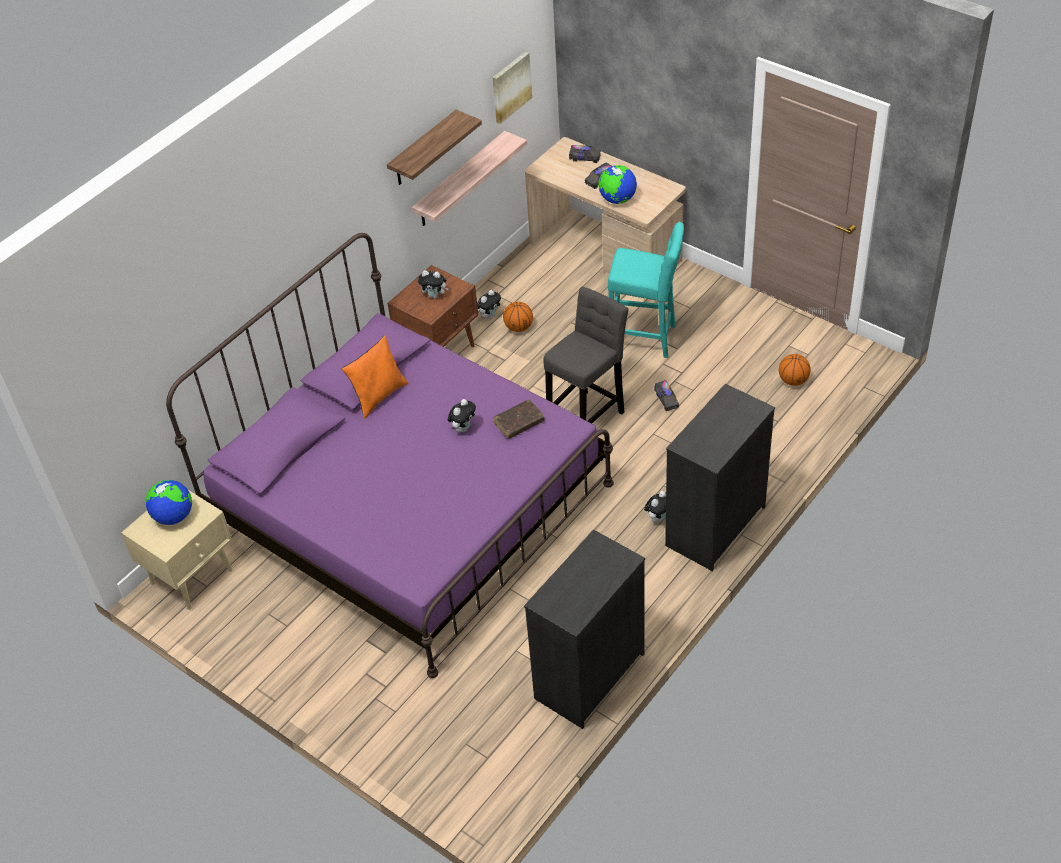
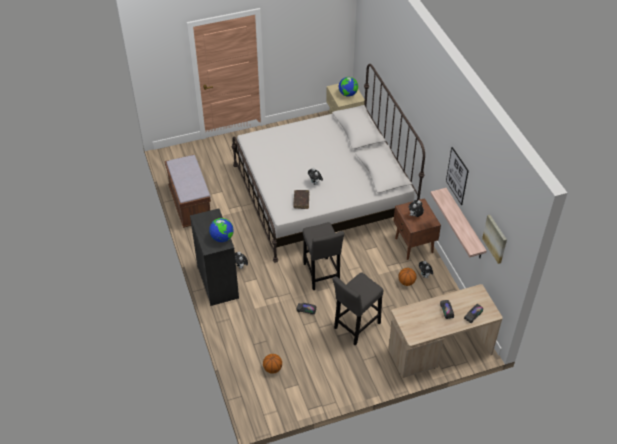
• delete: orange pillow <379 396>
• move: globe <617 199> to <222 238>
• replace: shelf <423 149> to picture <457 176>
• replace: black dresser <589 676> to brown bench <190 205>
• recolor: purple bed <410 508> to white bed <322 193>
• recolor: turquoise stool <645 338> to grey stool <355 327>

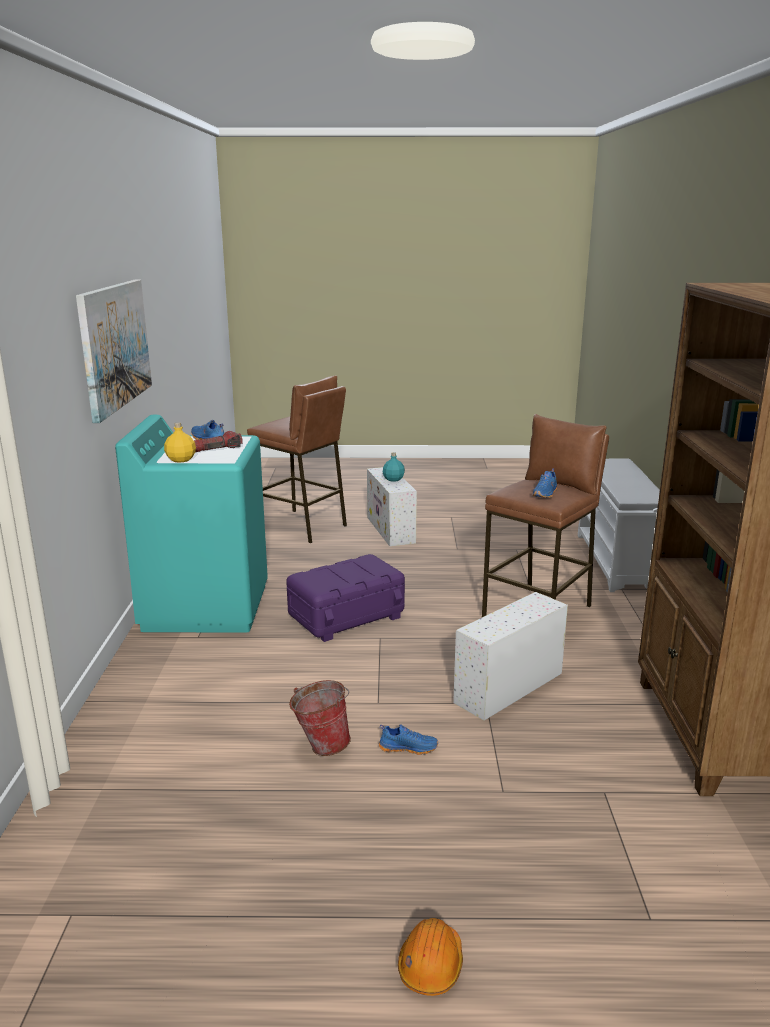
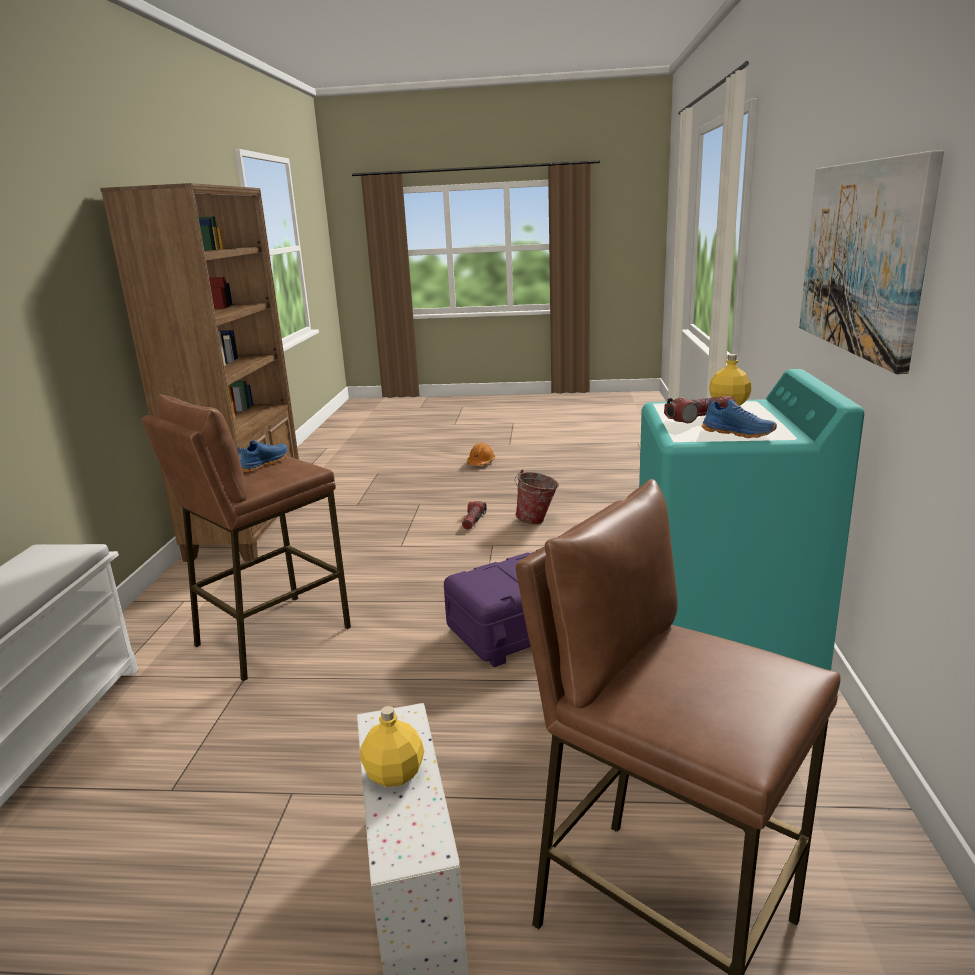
• delete: white storage box <507 688>
• replace: blue shoe <408 747> to flashlight <473 521>
• recolor: turquoise bottle <393 479> to yellow bottle <395 774>

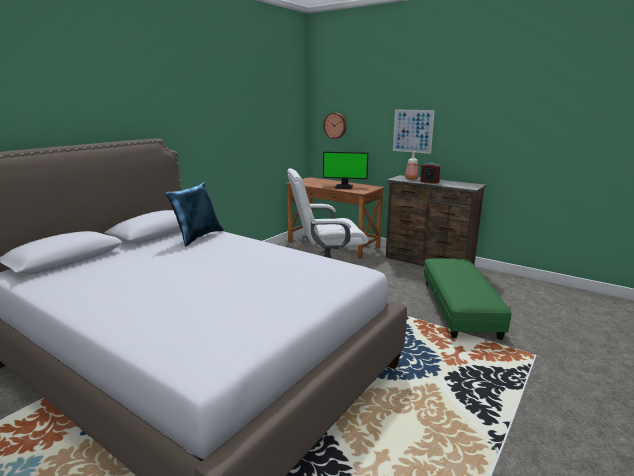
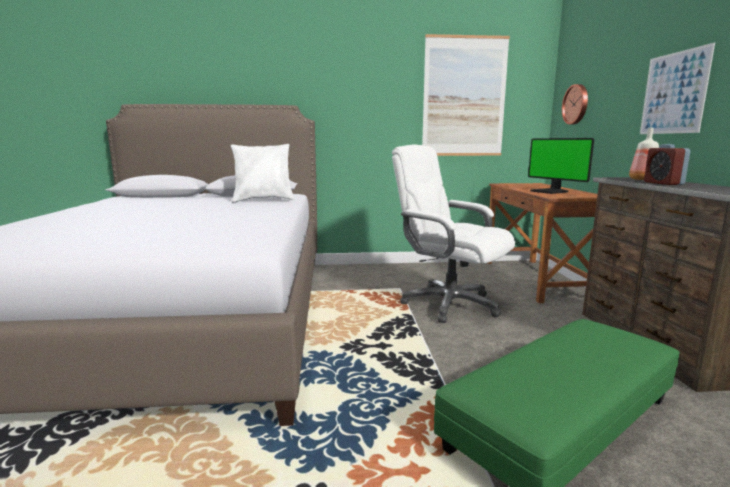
• insert: picture <464 97>
• recolor: blue pillow <198 237> to white pillow <264 200>

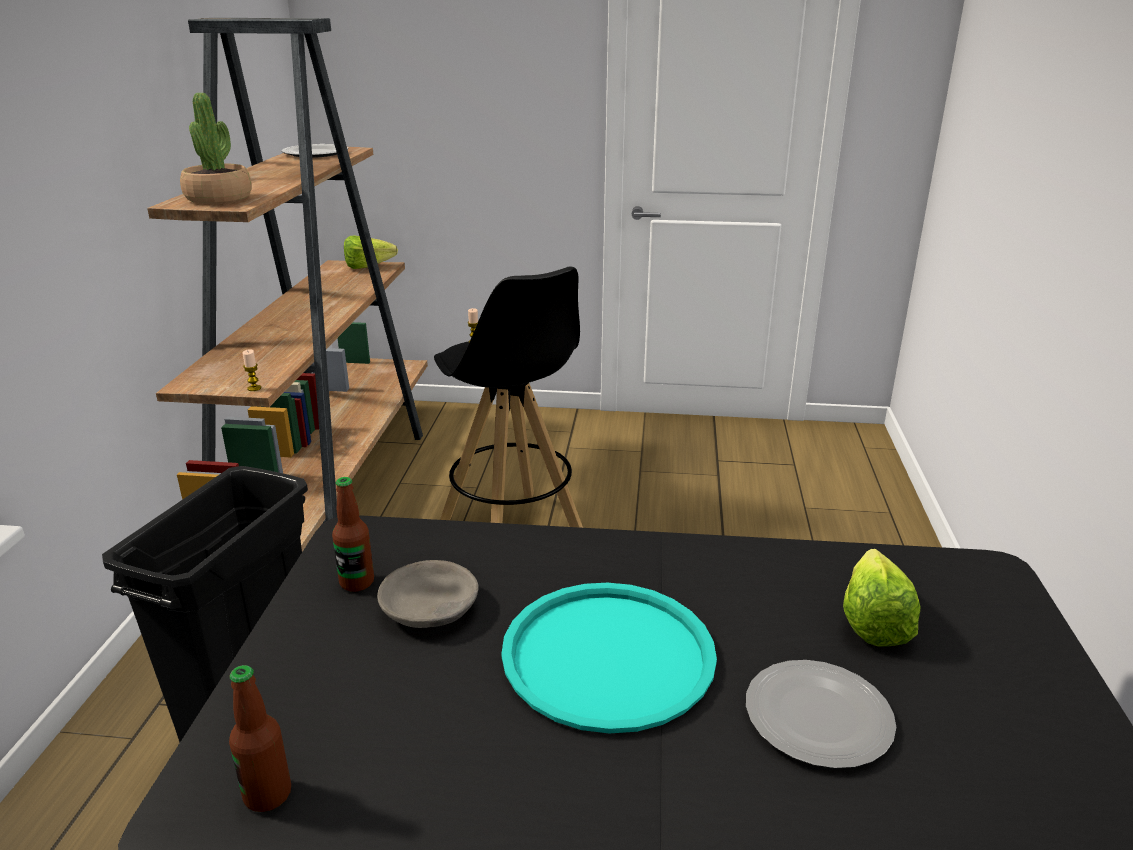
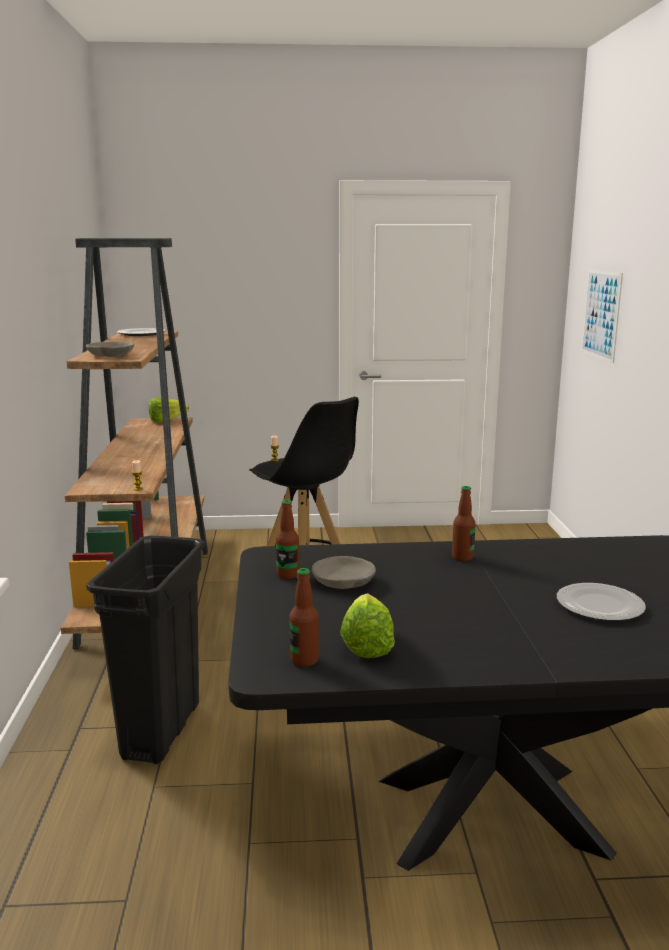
• delete: turquoise tray <607 656>
• insert: bottle <462 557>
• insert: picture <601 314>
• move: lettuce <874 616> to <368 642>
• replace: potted plant <219 198> to grey bowl <110 355>

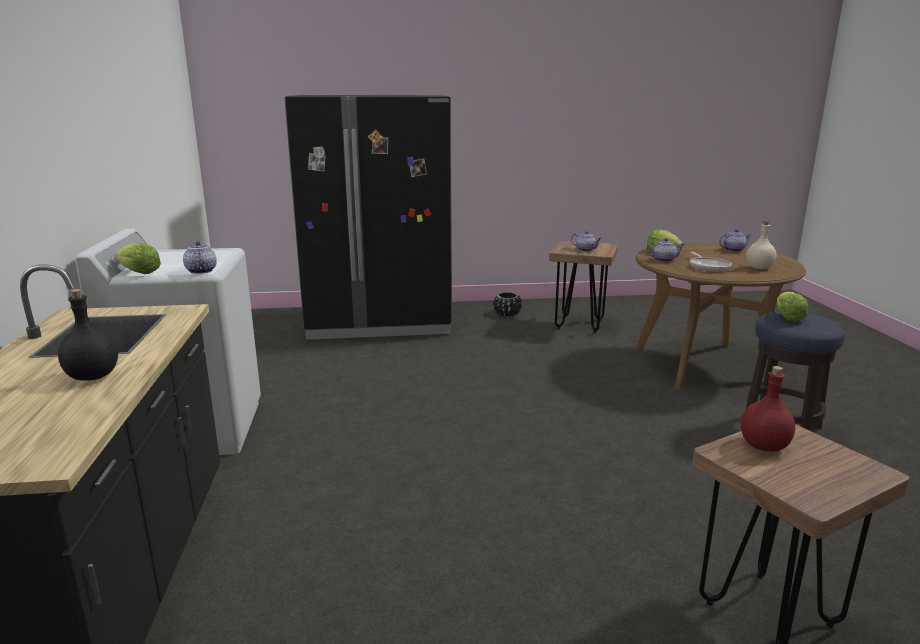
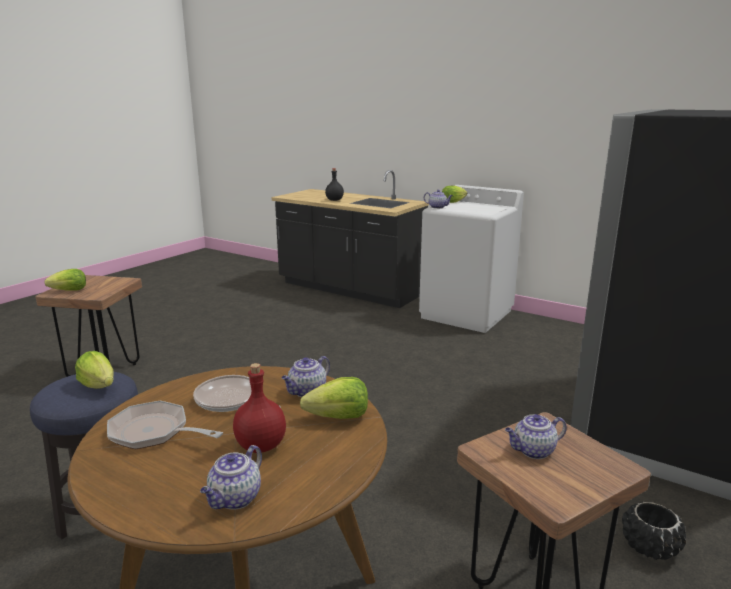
• insert: lettuce <70 291>
• move: red bottle <763 446> to <261 445>
• replace: beige bottle <758 268> to frying pan <154 432>

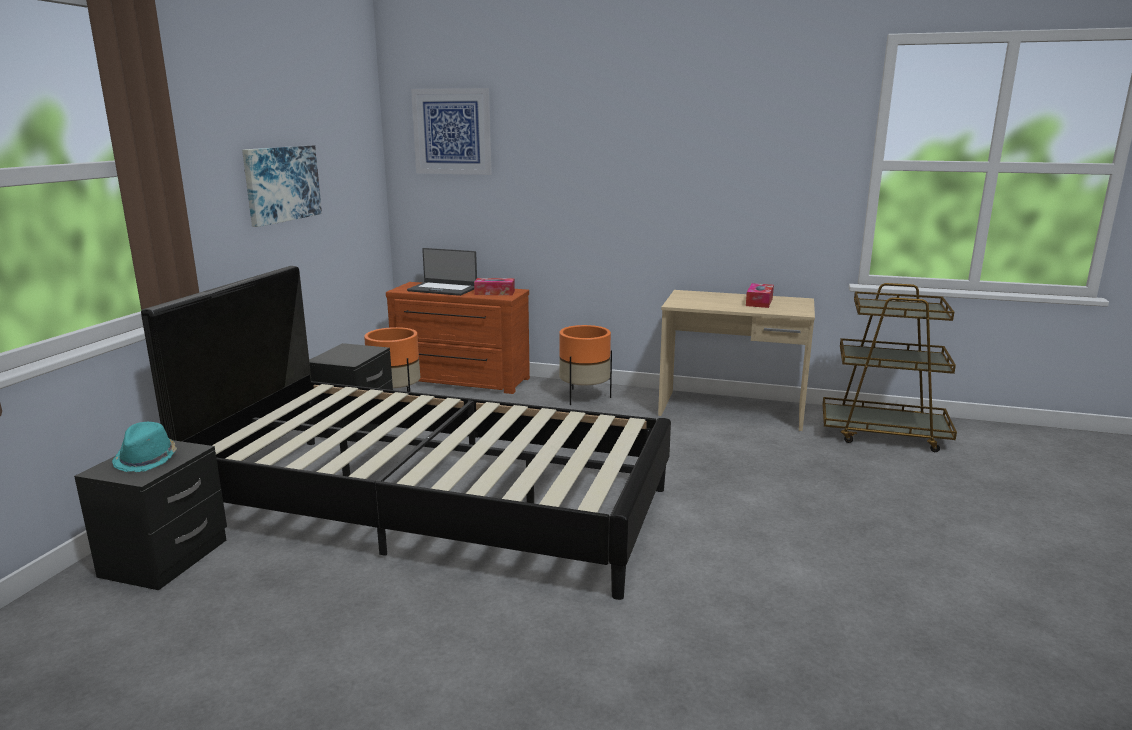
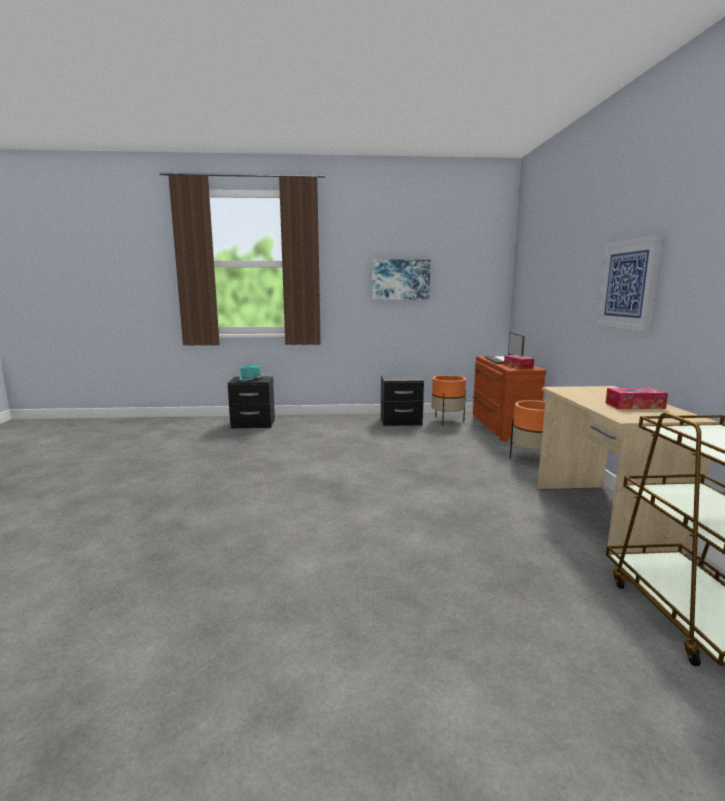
• delete: black bed <433 505>
• move: picture <452 131> to <628 284>

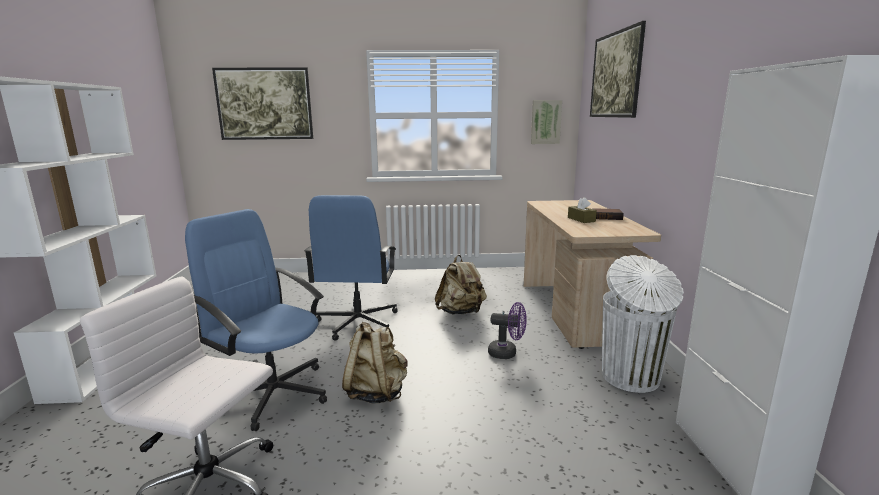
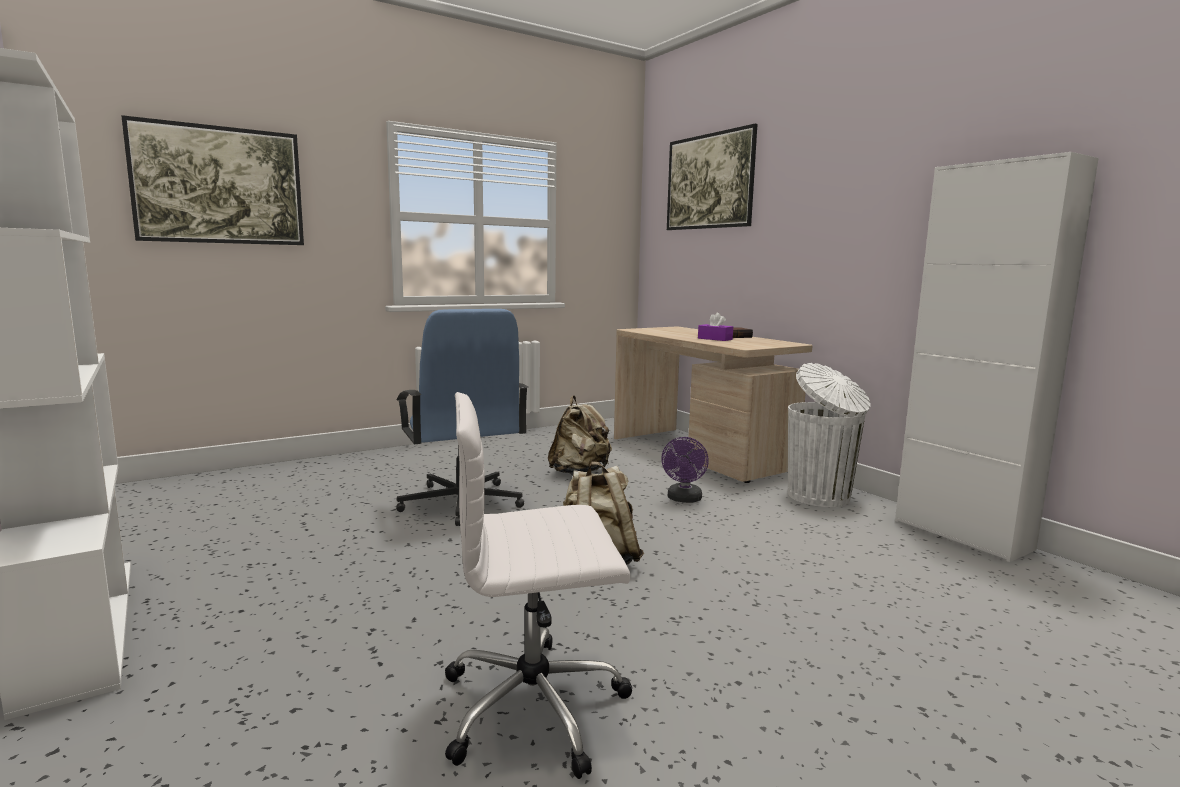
• delete: blue office chair <273 393>
• delete: picture <545 122>
• recolor: brown tissue box <581 219> to purple tissue box <715 339>
• rotate: purple fan <507 353> = <684 499> 120 degrees clockwise

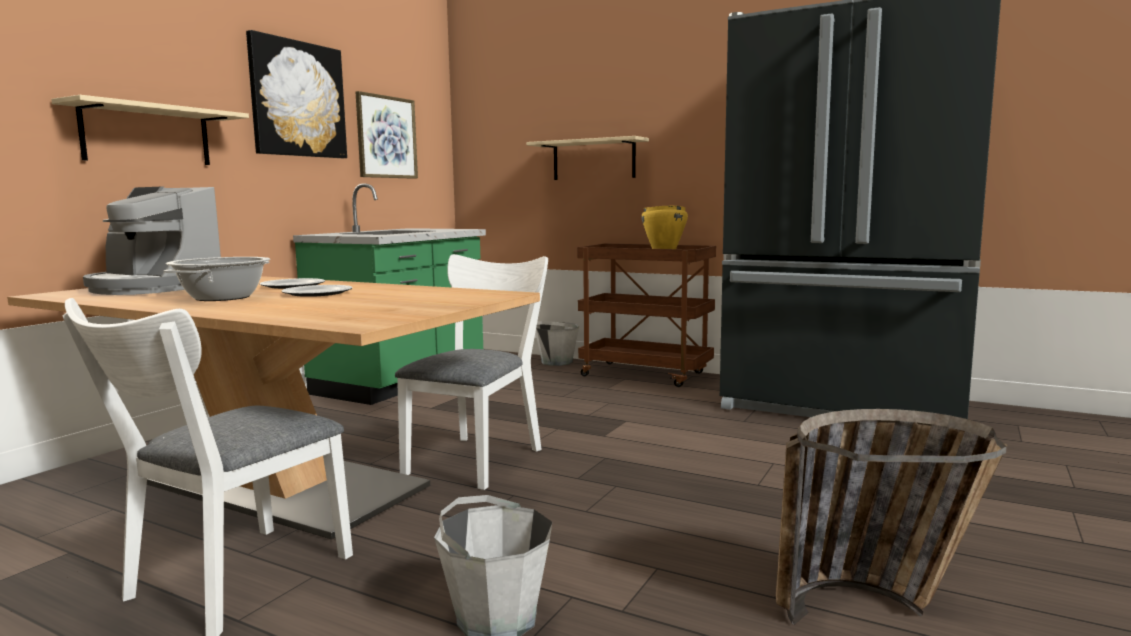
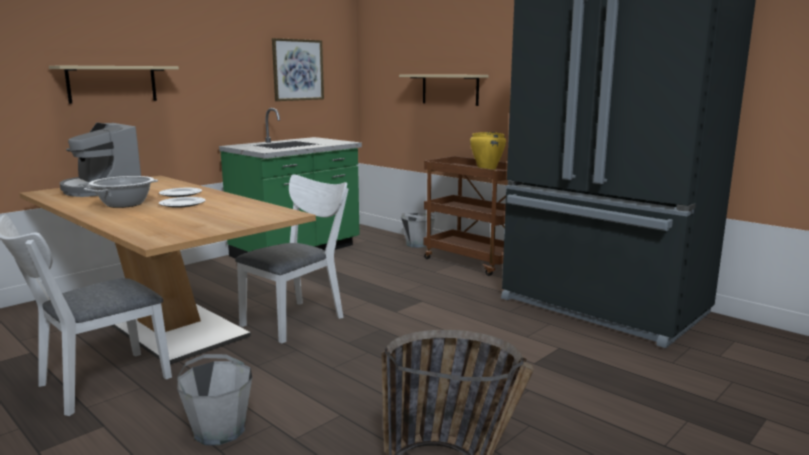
• delete: picture <297 99>

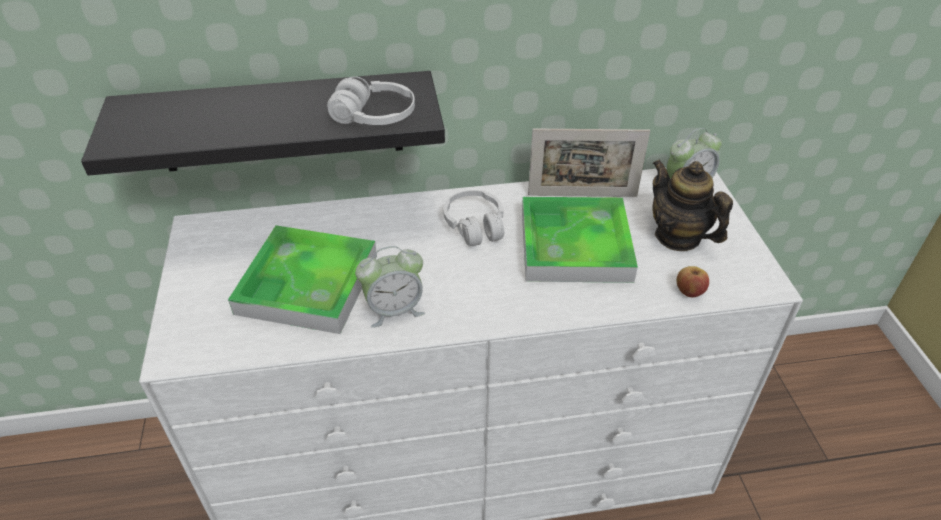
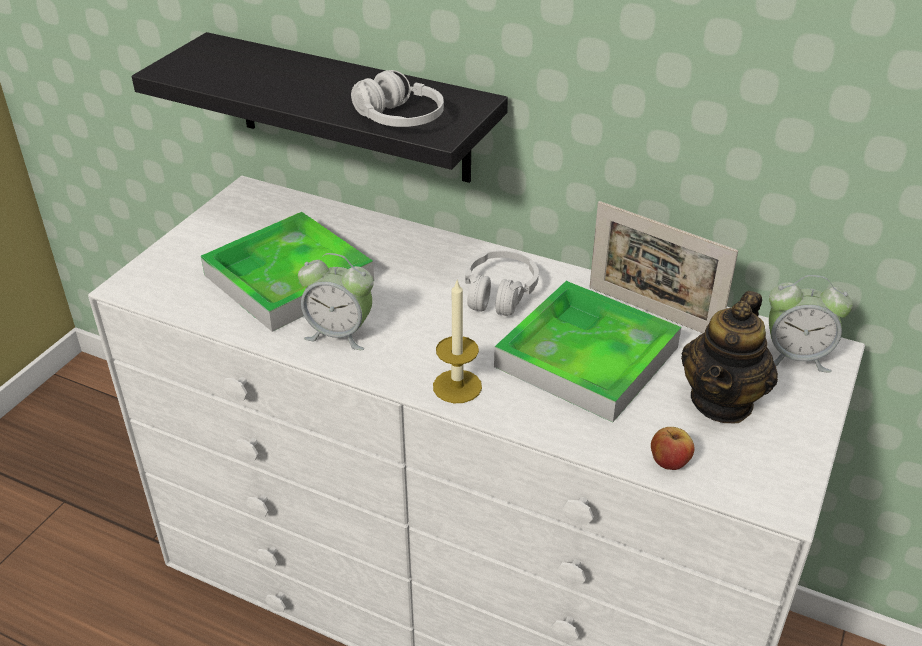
• insert: candle <457 386>
• rotate: teapot <678 236> = <722 401> 150 degrees counterclockwise

